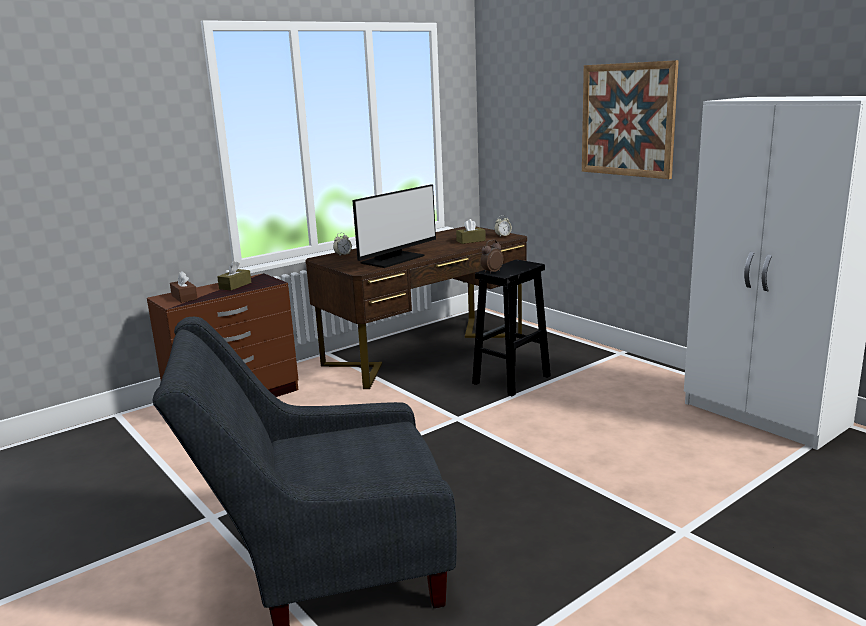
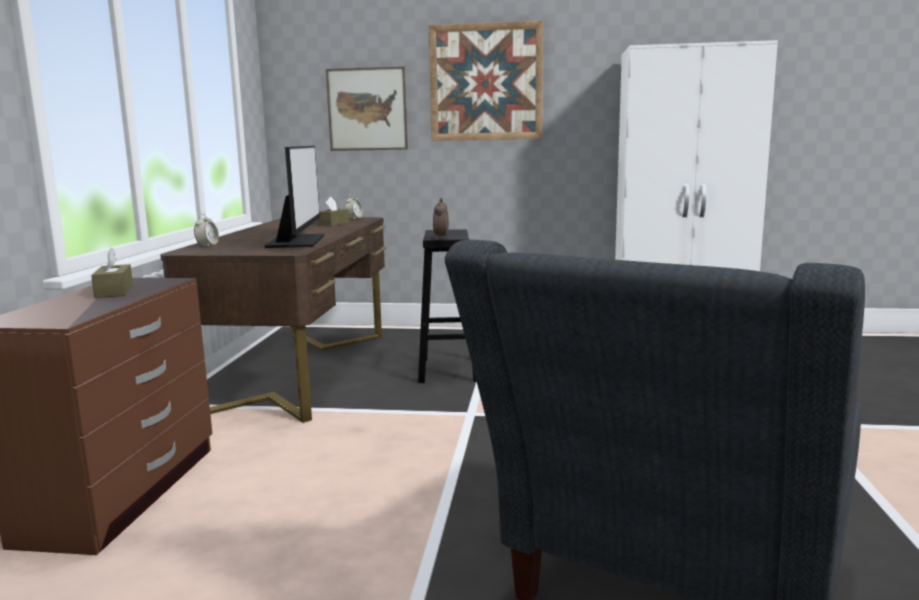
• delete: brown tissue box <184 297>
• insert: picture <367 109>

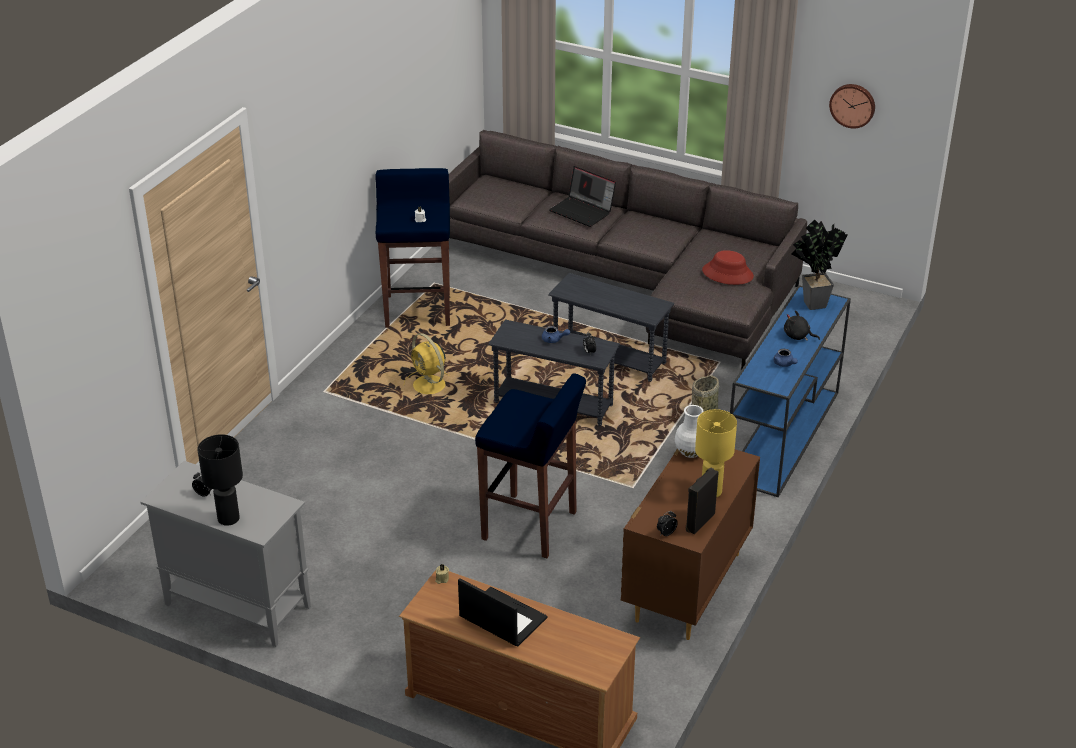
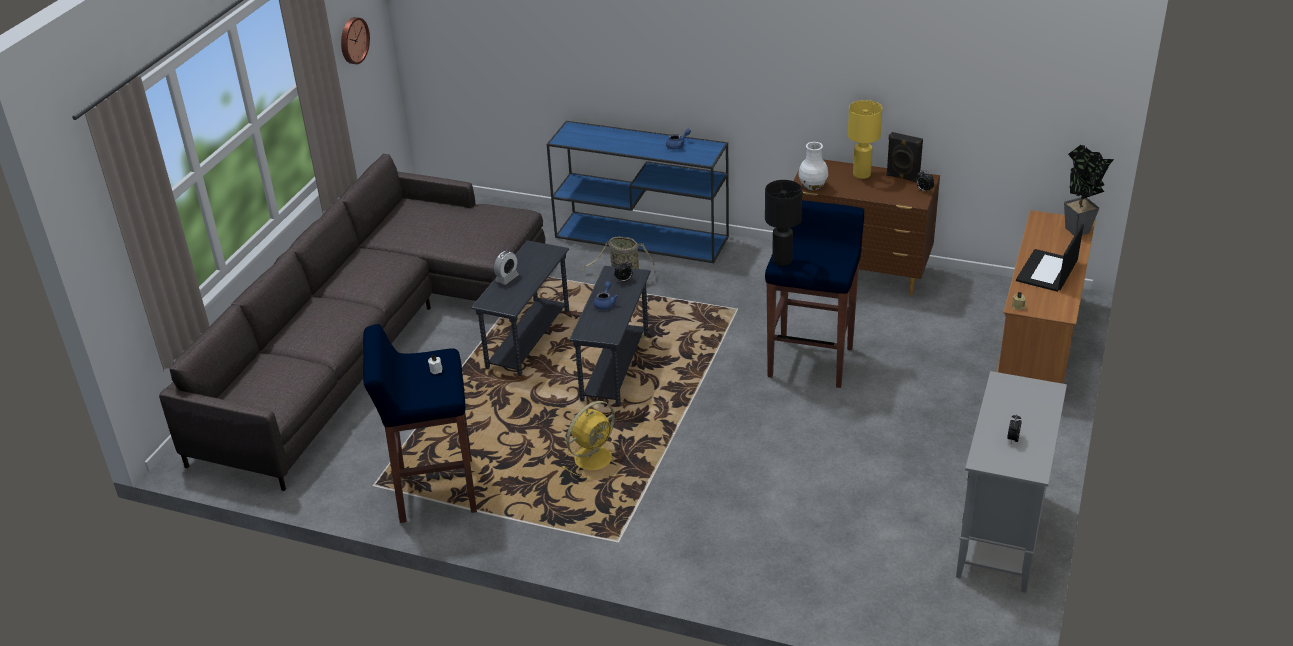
• delete: laptop <583 211>
• delete: red hat <727 273>
• delete: black plush toy <798 336>
• insert: alarm clock <507 278>
• move: black table lamp <228 518> to <781 261>
• move: potted plant <810 303> to <1077 232>

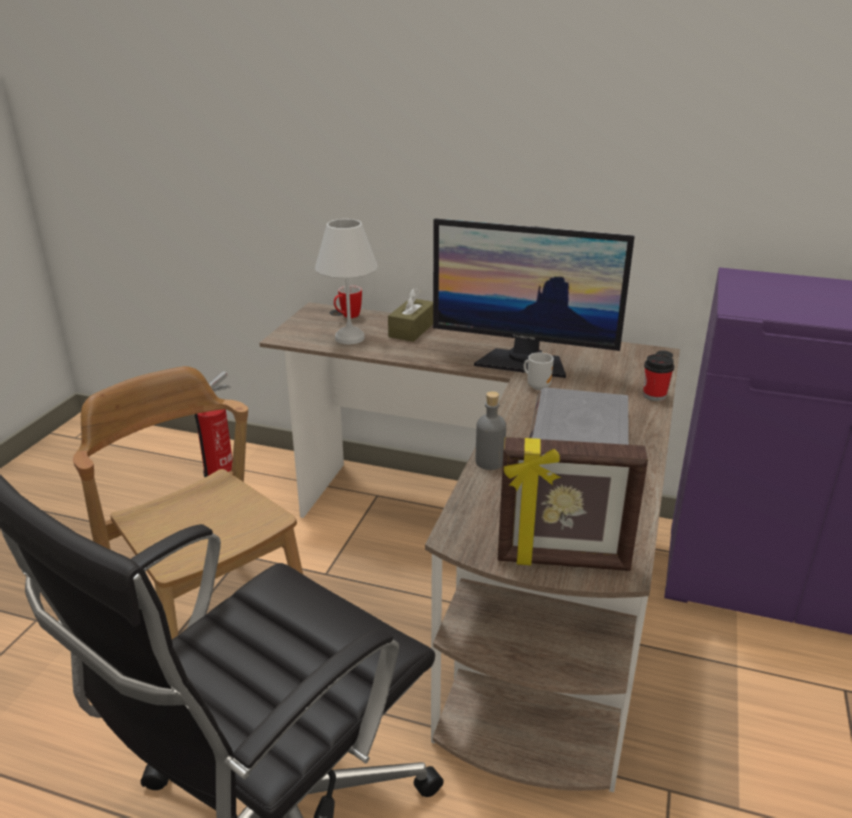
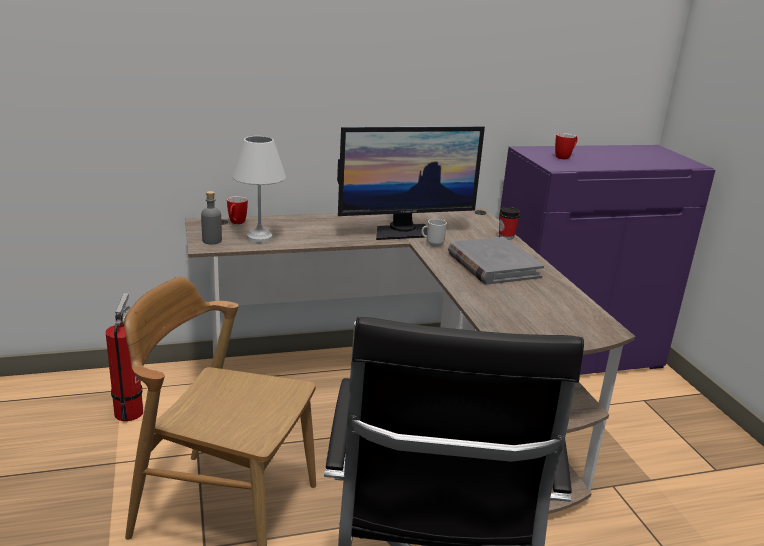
• delete: brown tissue box <412 329>
• delete: picture frame <563 561>
• insert: mug <565 157>
• move: grey bottle <489 462> to <212 241>

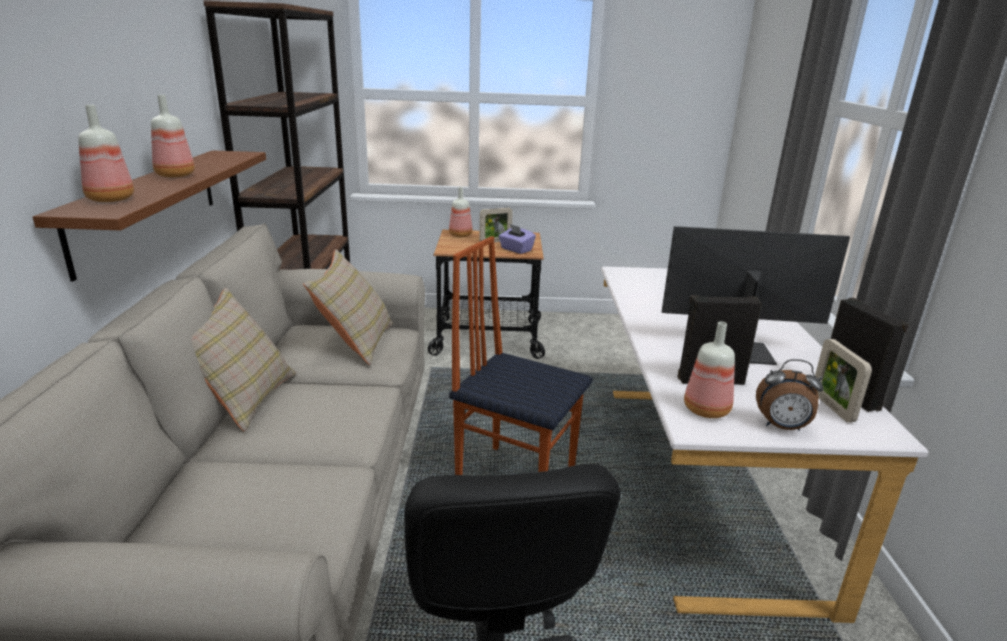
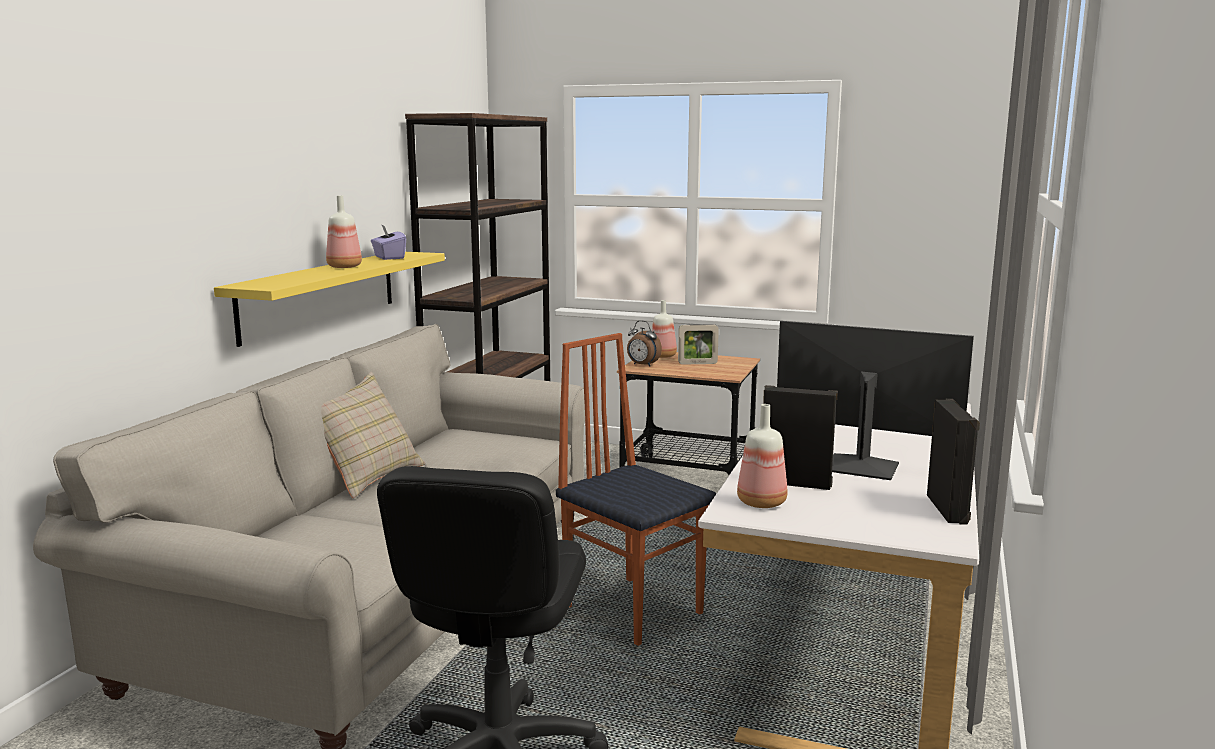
• delete: bottle <110 199>
• delete: beige pillow <355 342>
• delete: picture frame <832 407>
• move: purple tissue box <516 250> to <389 258>
• move: alarm clock <782 427> to <642 365>
• recolor: brown shelf <148 206> to yellow shelf <320 294>

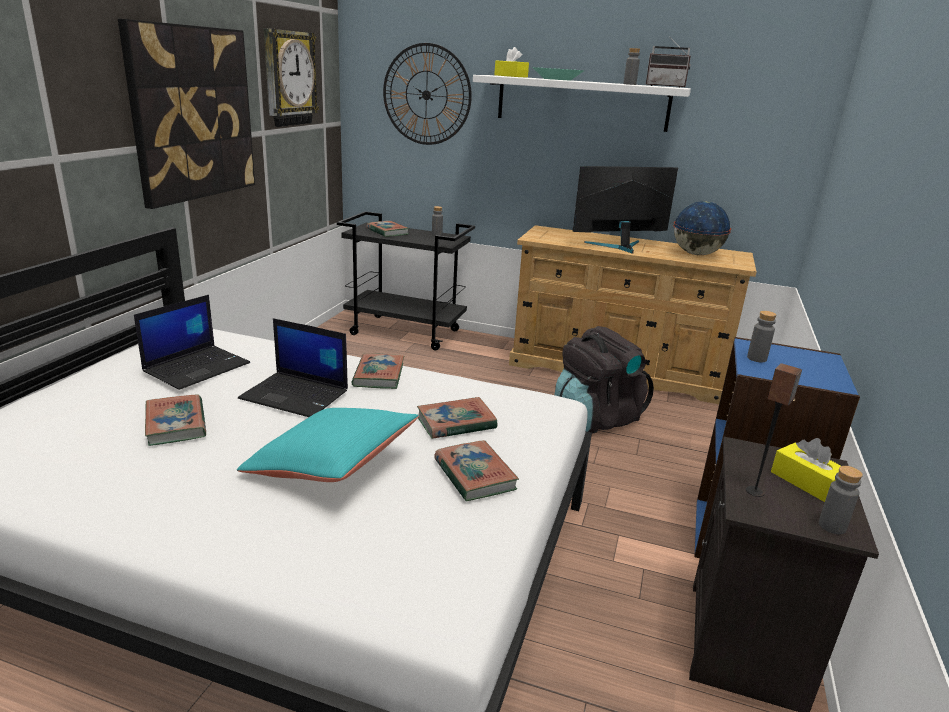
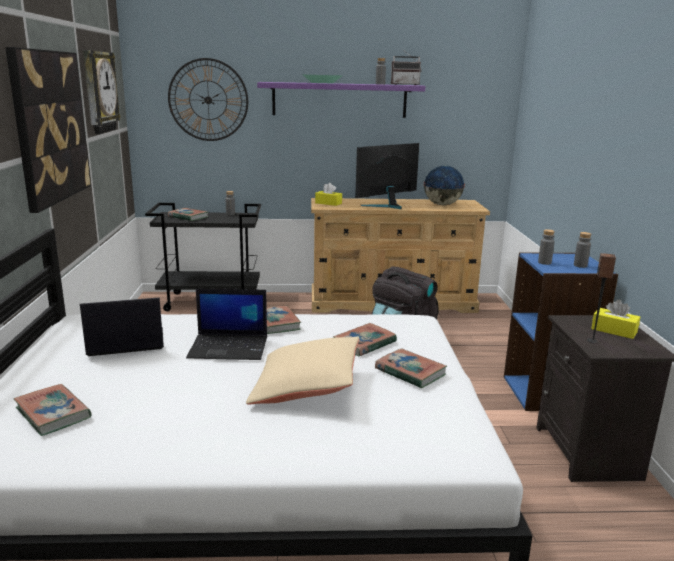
• move: book <176 424> to <53 413>
• move: yellow tissue box <511 76> to <328 203>
• move: grey bottle <832 526> to <580 265>
• recolor: turquoise pillow <331 465> to beige pillow <306 387>
• recolor: white shelf <582 103> to purple shelf <339 100>
• rotate: laptop <197 367> = <125 343> 120 degrees counterclockwise

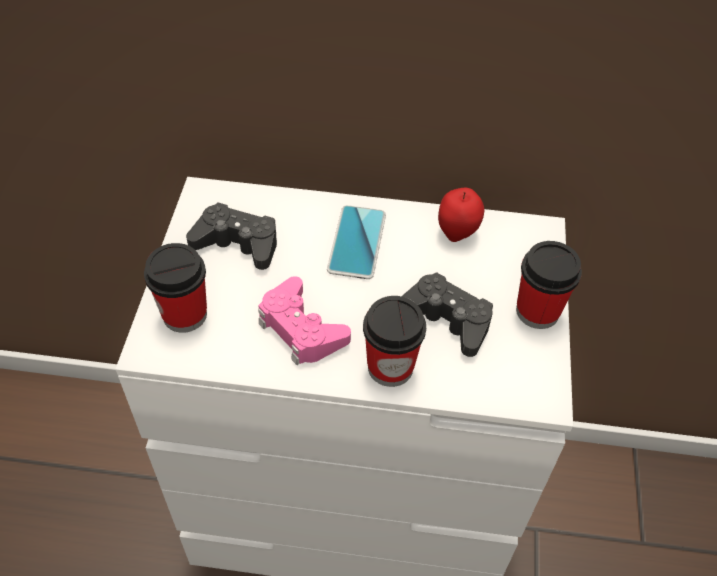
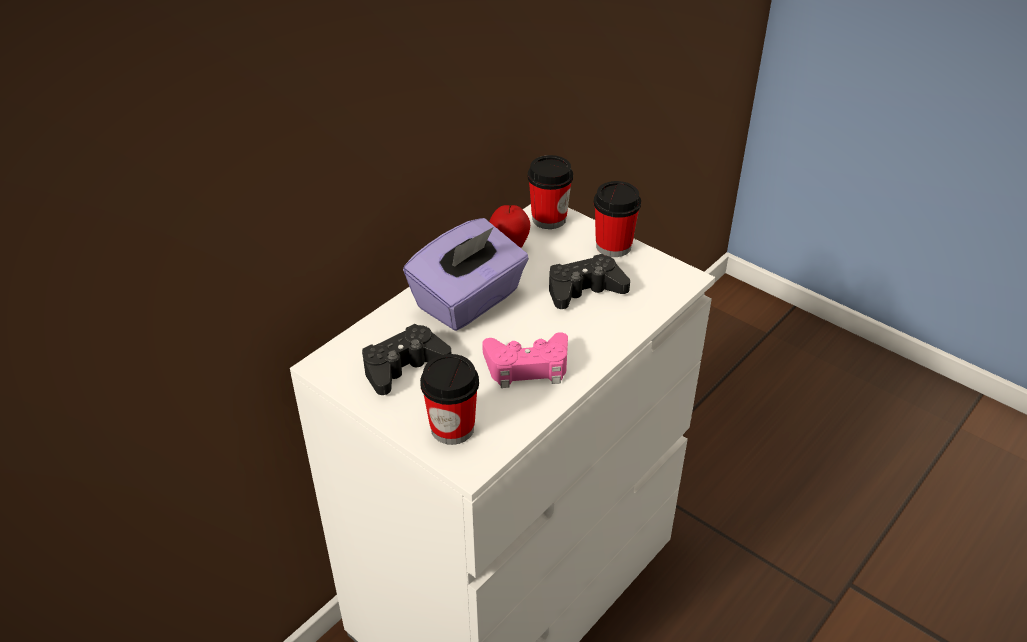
• move: cup <390 367> to <549 219>
• replace: phone <357 242> to purple tissue box <469 301>

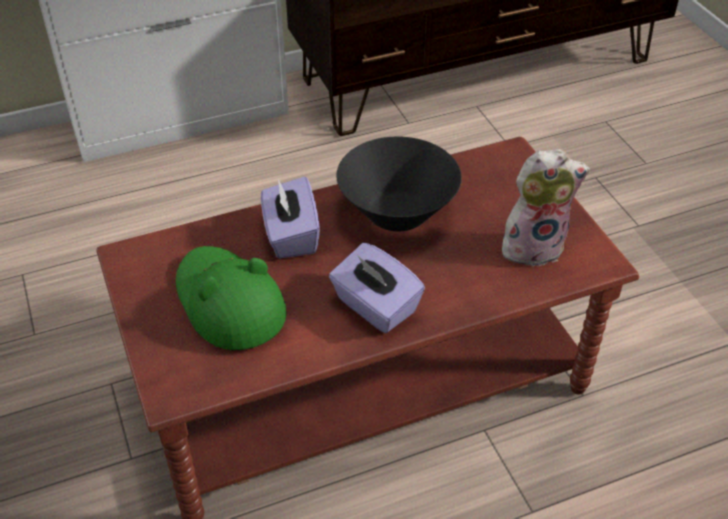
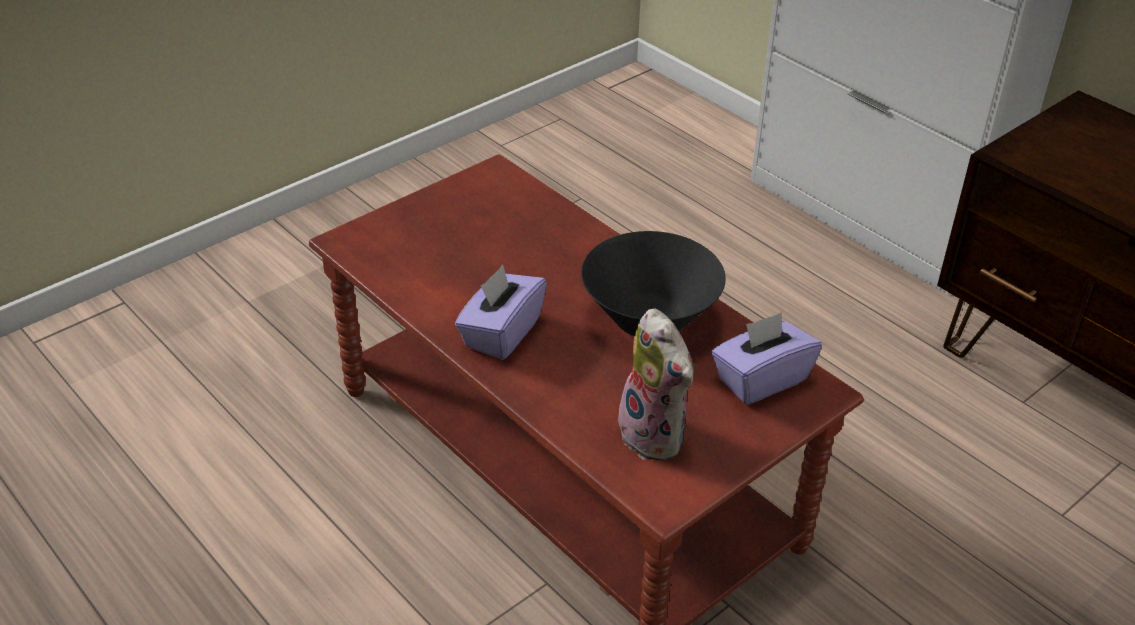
• delete: green hat <228 302>
• move: purple tissue box <291 236> to <761 379>

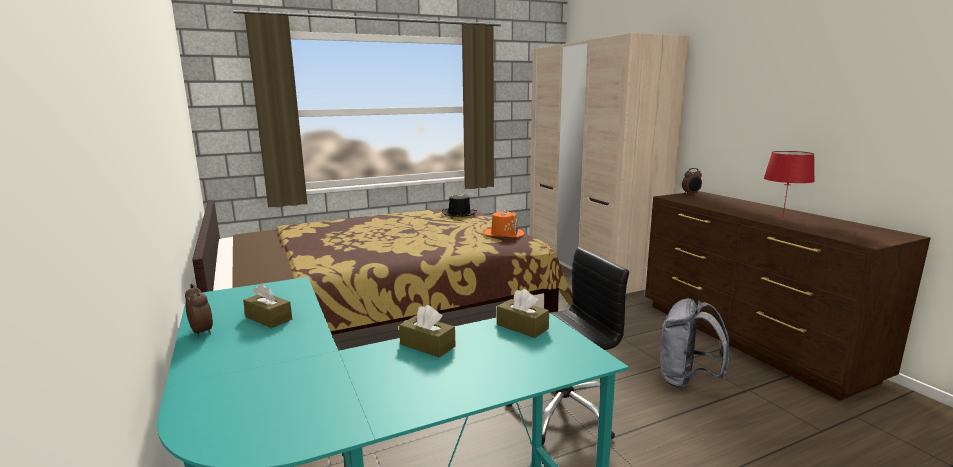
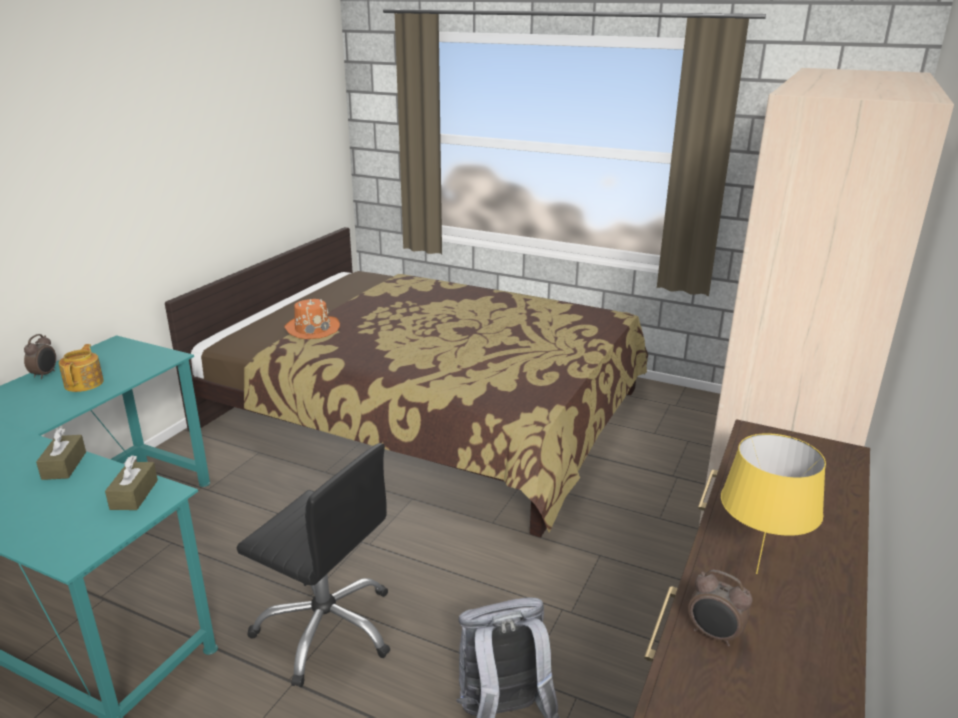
• delete: black hat <459 214>
• move: orange hat <503 234> to <312 329>
• move: alarm clock <691 194> to <713 635>
• replace: brown tissue box <268 318> to teapot <85 383>
• recolor: red table lamp <782 218> to yellow table lamp <755 573>

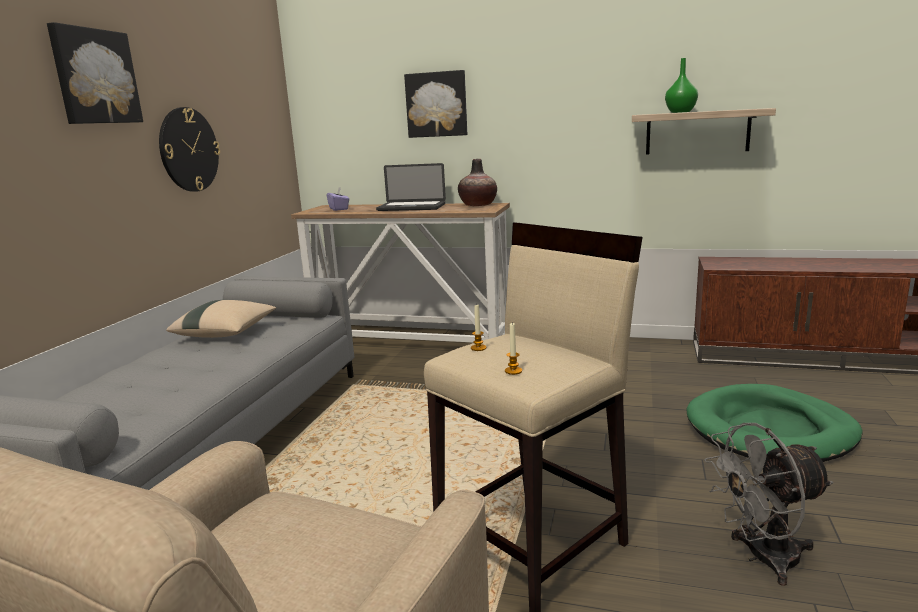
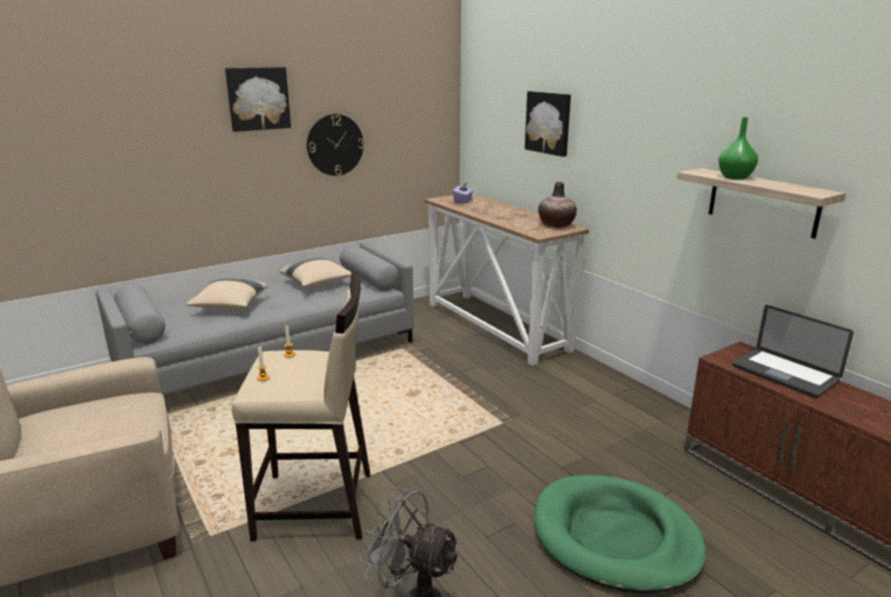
• insert: beige pillow <229 306>
• move: laptop <411 207> to <784 374>

